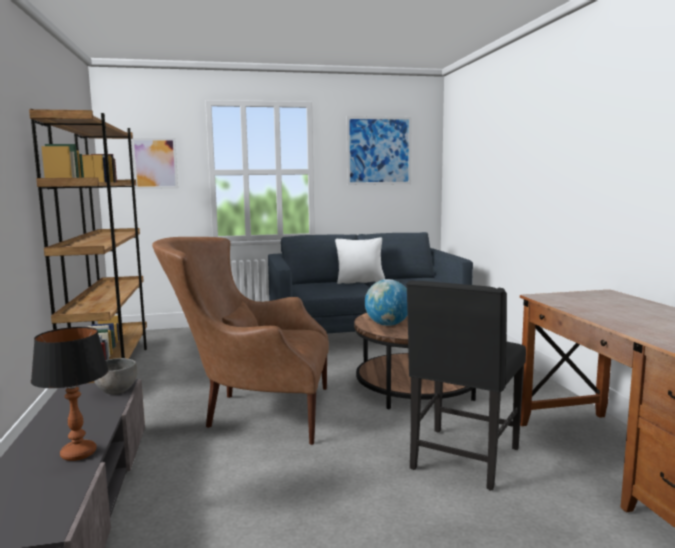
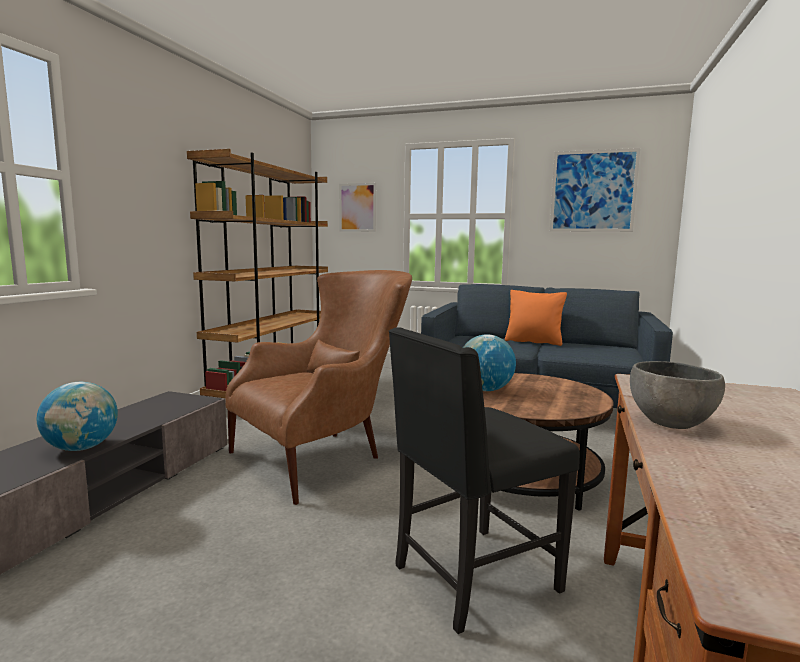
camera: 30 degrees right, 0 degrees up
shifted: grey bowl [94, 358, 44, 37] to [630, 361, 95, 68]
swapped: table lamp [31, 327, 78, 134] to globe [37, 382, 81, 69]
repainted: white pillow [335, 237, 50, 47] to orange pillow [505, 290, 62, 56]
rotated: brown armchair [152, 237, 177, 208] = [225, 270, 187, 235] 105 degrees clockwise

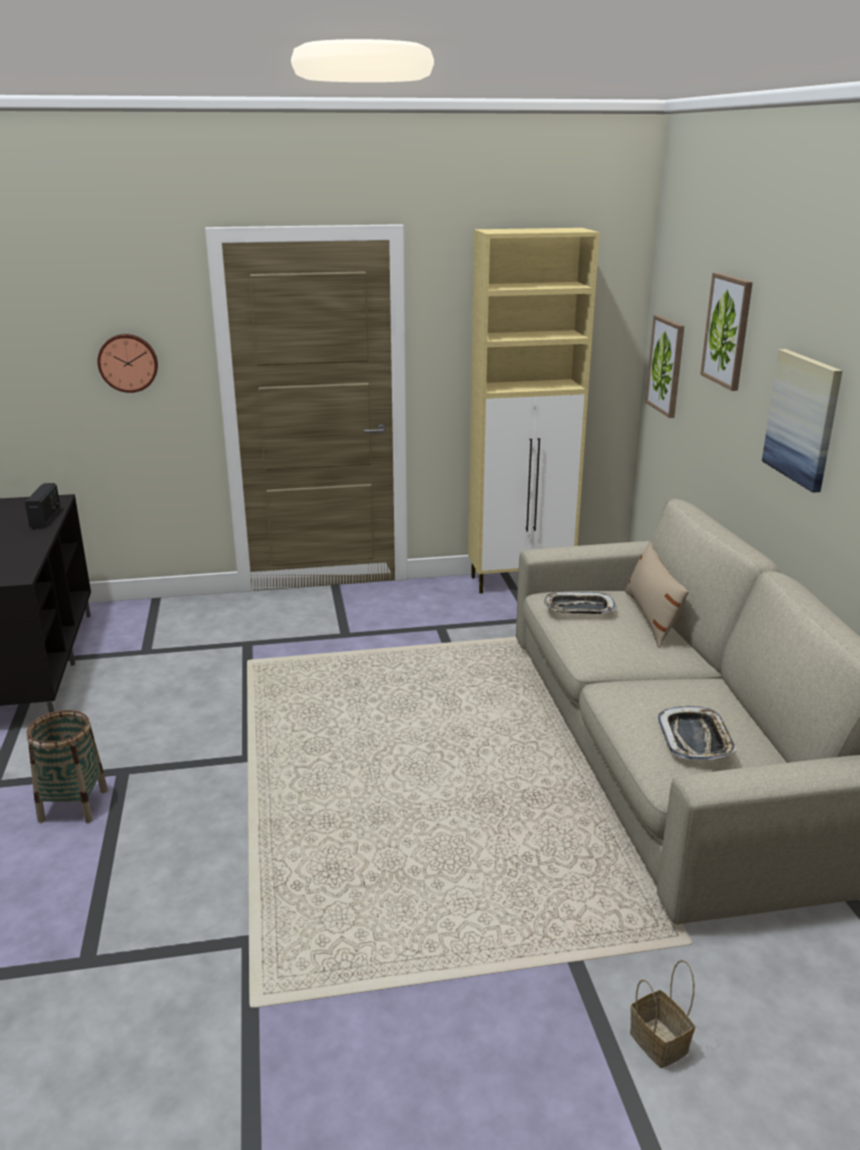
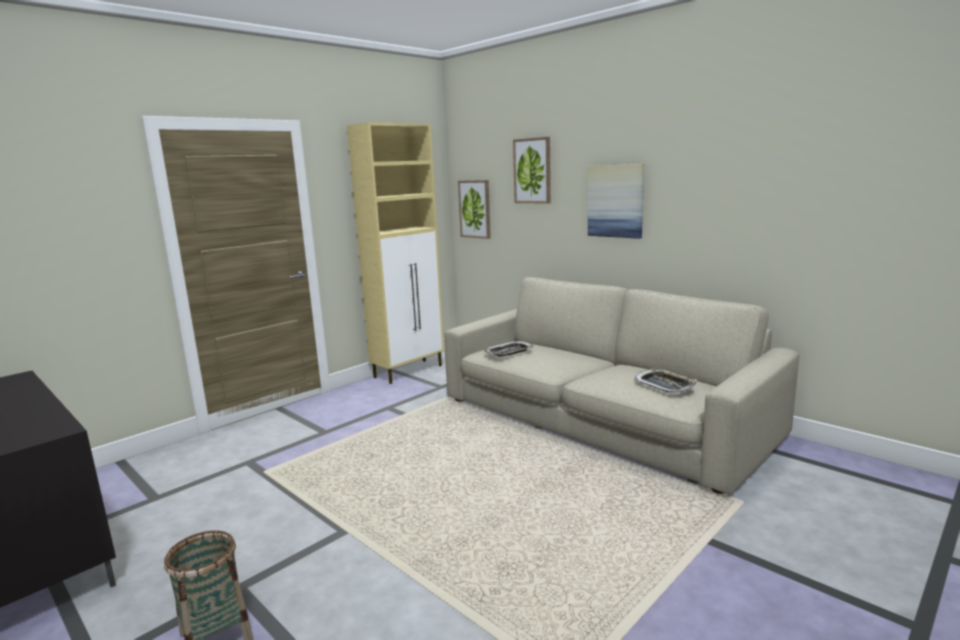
camera: 35 degrees left, 10 degrees down
gone: wall clock [97, 334, 61, 59]; radio [25, 483, 36, 46]; beige pillow [625, 542, 64, 106]; basket [630, 960, 65, 108]

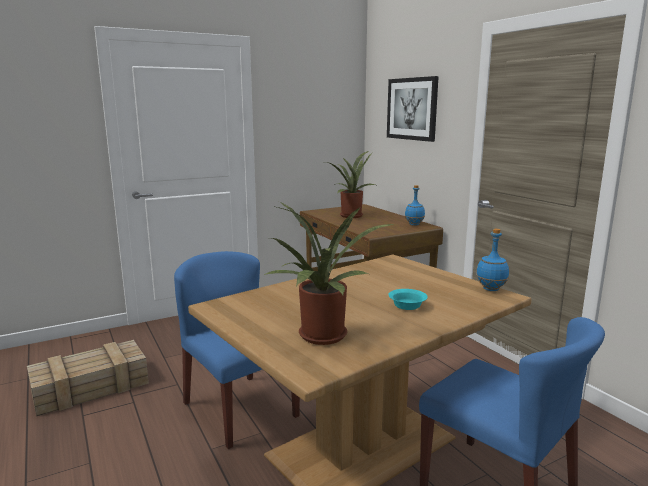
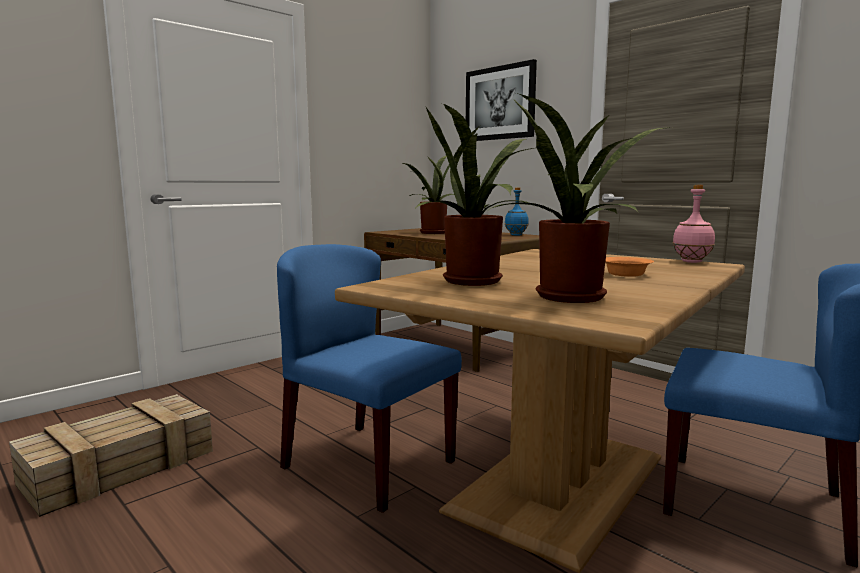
camera: 15 degrees left, 5 degrees down
new: potted plant [416, 104, 118, 182]
repainted: blue bottle [476, 229, 33, 62] to pink bottle [673, 185, 42, 78]; turquoise bowl [388, 289, 40, 21] to orange bowl [605, 257, 49, 20]

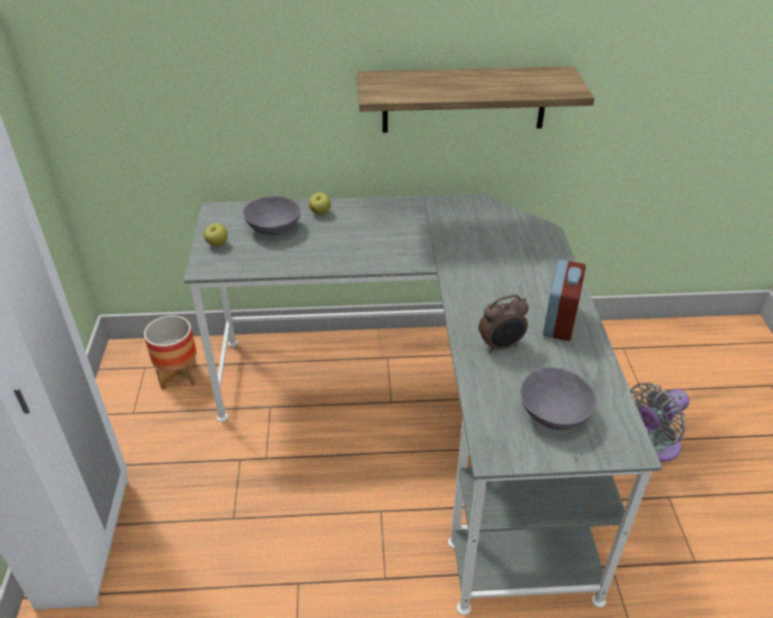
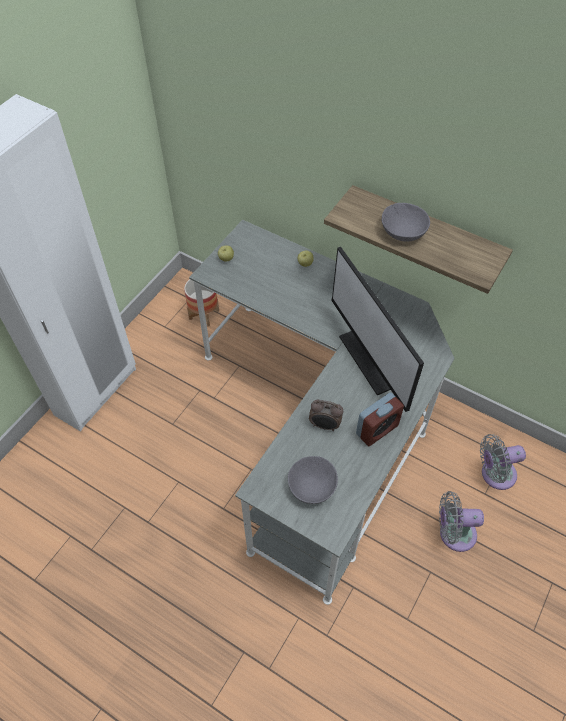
camera: 35 degrees right, 15 degrees up
new: monitor [331, 247, 93, 165]; grey fan [480, 434, 46, 56]
shifted: grey bowl [243, 196, 58, 39] to [382, 203, 48, 38]

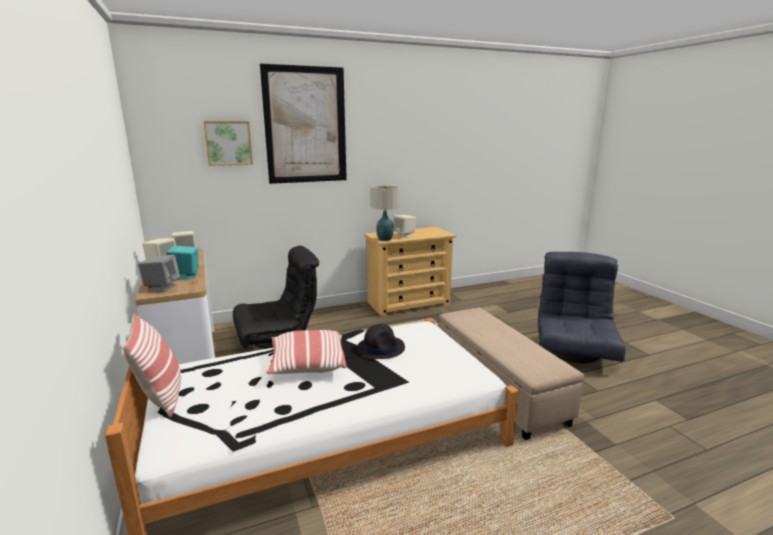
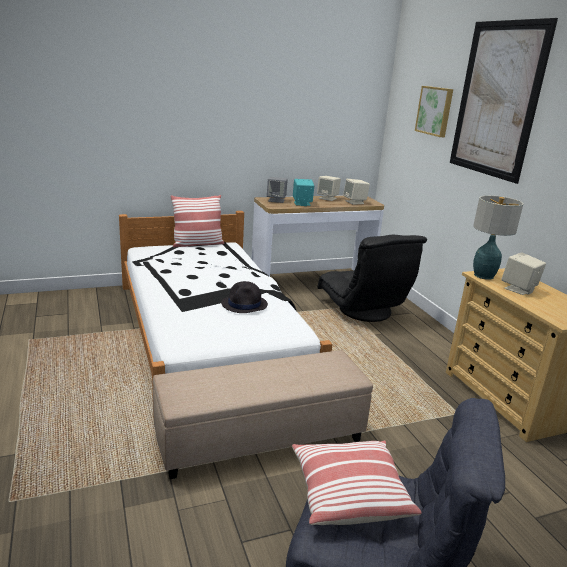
camera: 90 degrees right, 5 degrees up
shifted: pillow [266, 330, 81, 44] to [292, 440, 130, 85]

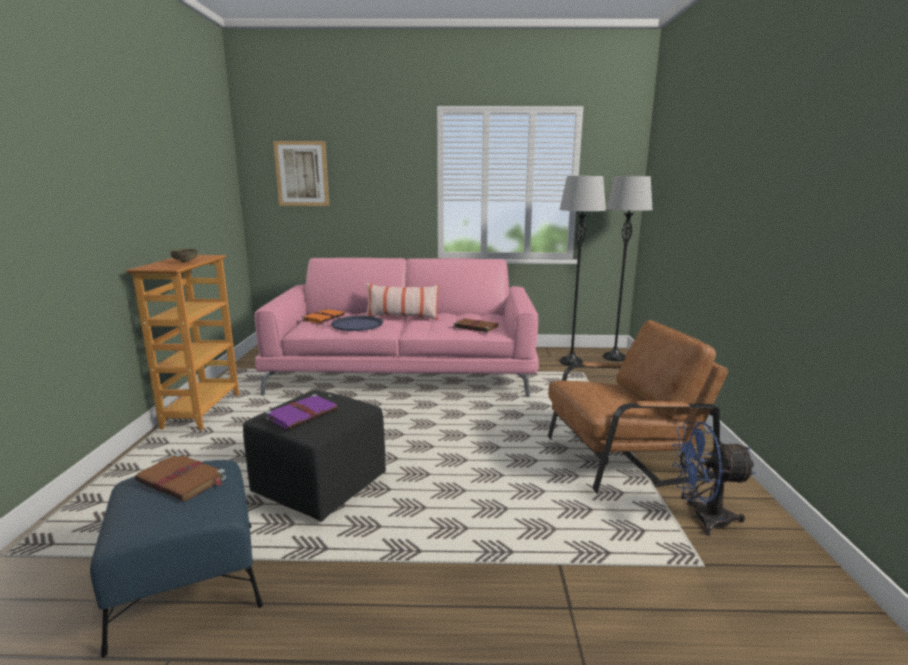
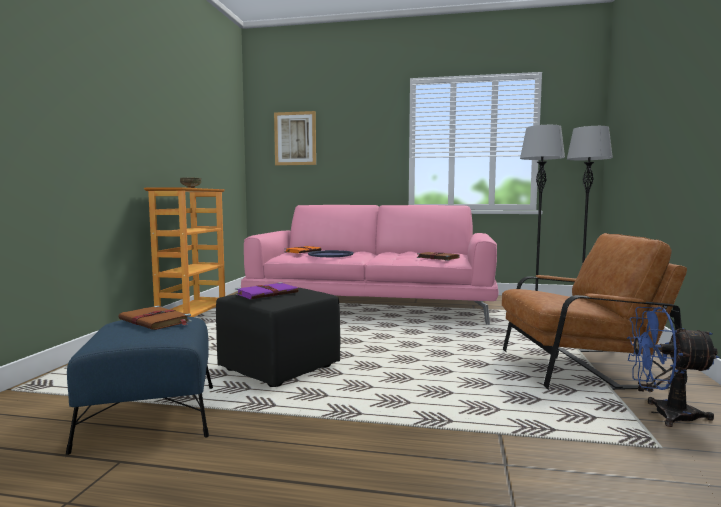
camera: 10 degrees right, 10 degrees down
gone: pillow [366, 283, 73, 37]

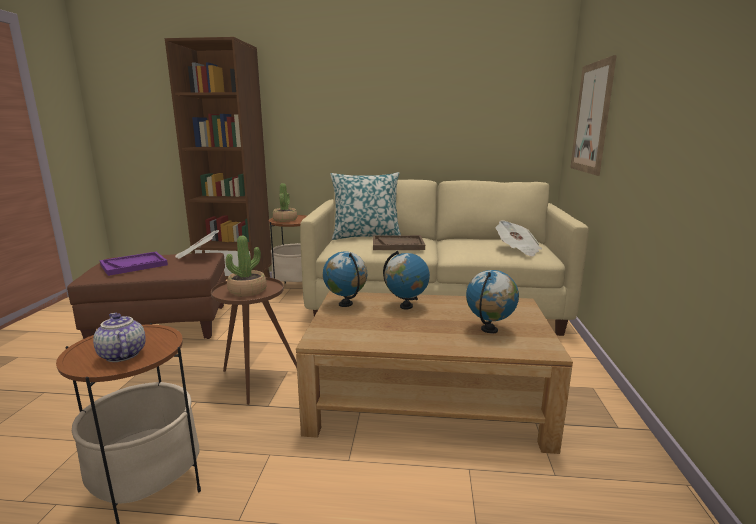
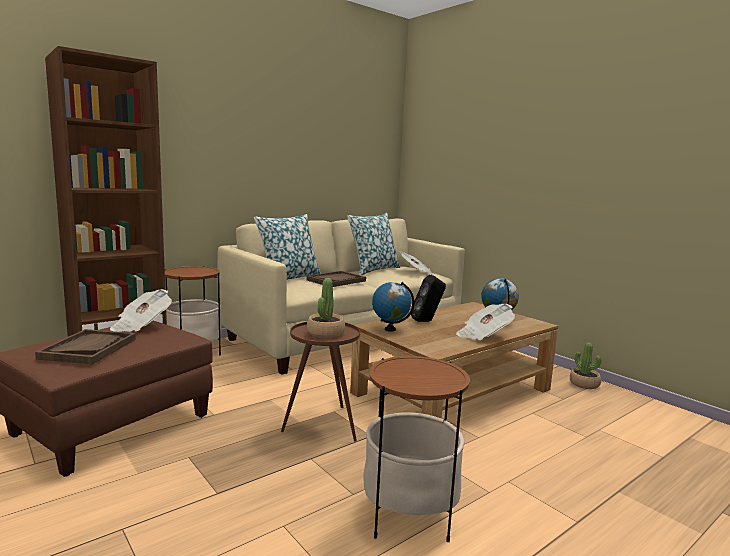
camera: 45 degrees left, 5 degrees down
gone: picture [570, 55, 47, 121]; teapot [93, 313, 53, 49]
new: pillow [347, 213, 53, 62]; newspaper [456, 304, 59, 36]
shifted: potted plant [273, 183, 24, 39] to [570, 343, 31, 46]
swapped: globe [383, 251, 47, 58] to black speaker [411, 275, 35, 47]
repainted: purple tray [100, 252, 68, 24] to brown tray [35, 329, 101, 35]

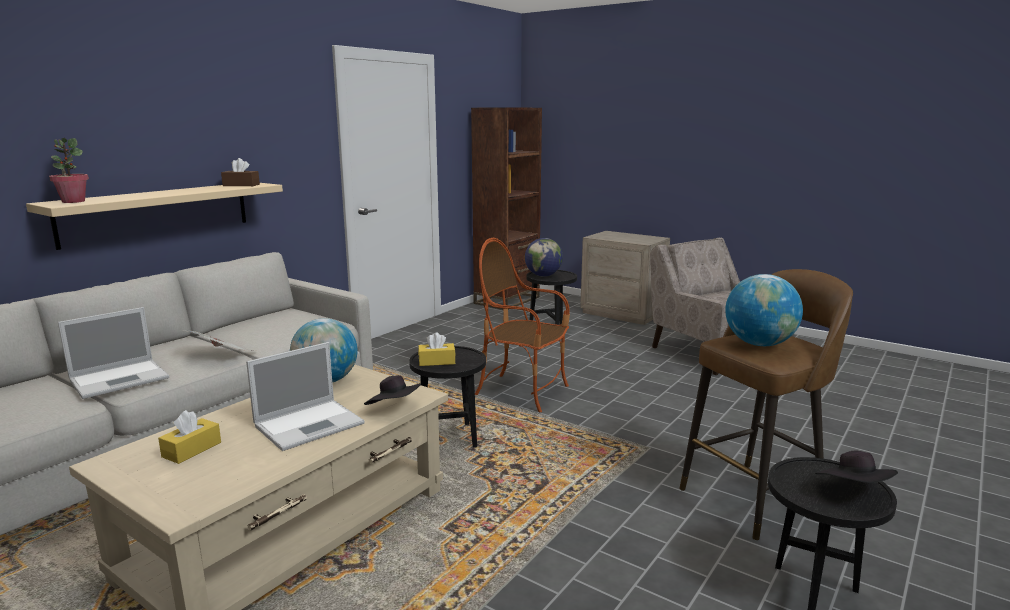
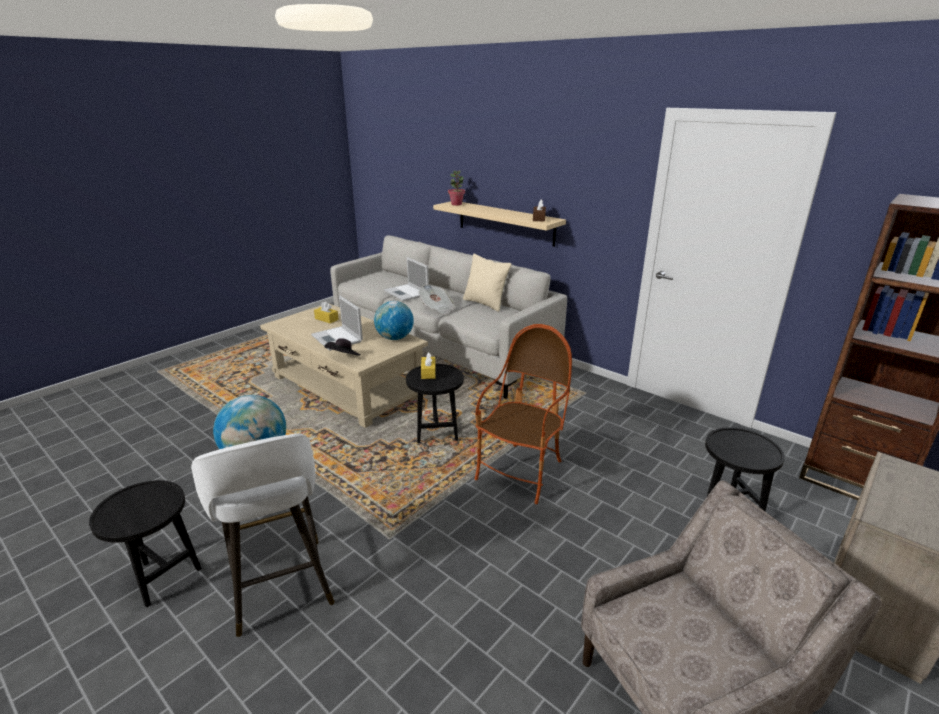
camera: 95 degrees right, 10 degrees up
gone: globe [525, 238, 38, 39]; black hat [815, 451, 83, 32]
new: beige pillow [463, 254, 48, 57]
repainted: brown stool [679, 269, 174, 272] to white stool [191, 434, 144, 203]

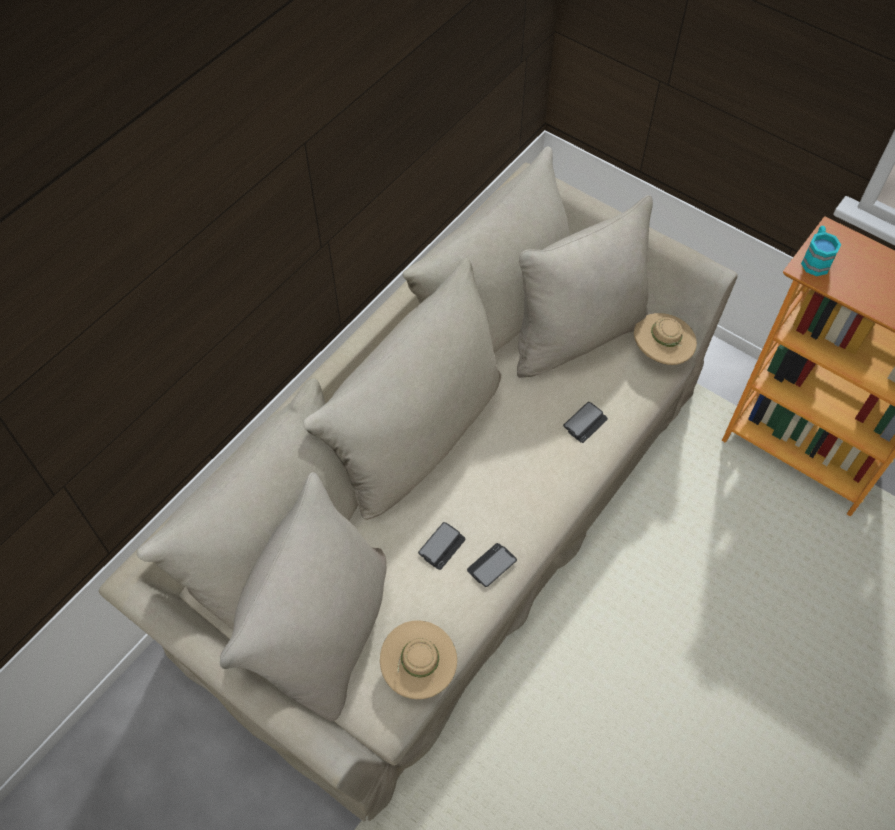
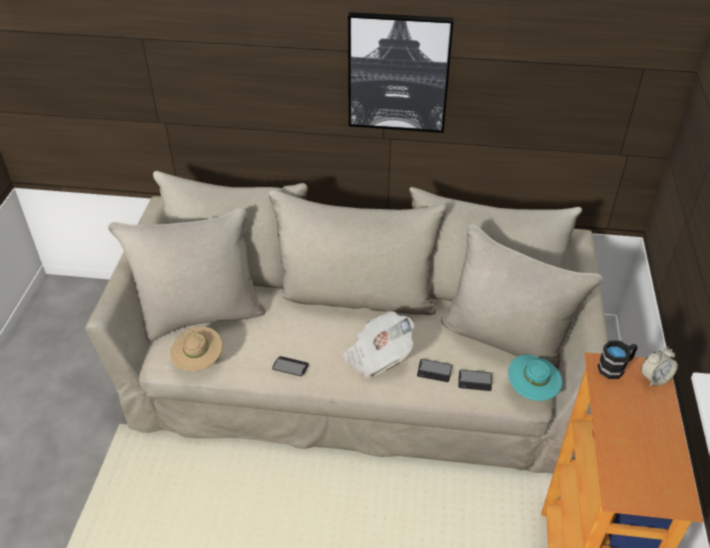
camera: 60 degrees right, 15 degrees down
new: picture [348, 12, 106, 121]; newspaper [343, 311, 72, 67]; alarm clock [641, 347, 37, 39]
shifted: phone [418, 522, 48, 48] to [458, 370, 34, 21]
repainted: turquoise mug [801, 226, 40, 50] to black mug [597, 340, 41, 39]; beige hat [634, 313, 63, 52] to turquoise hat [508, 354, 54, 47]

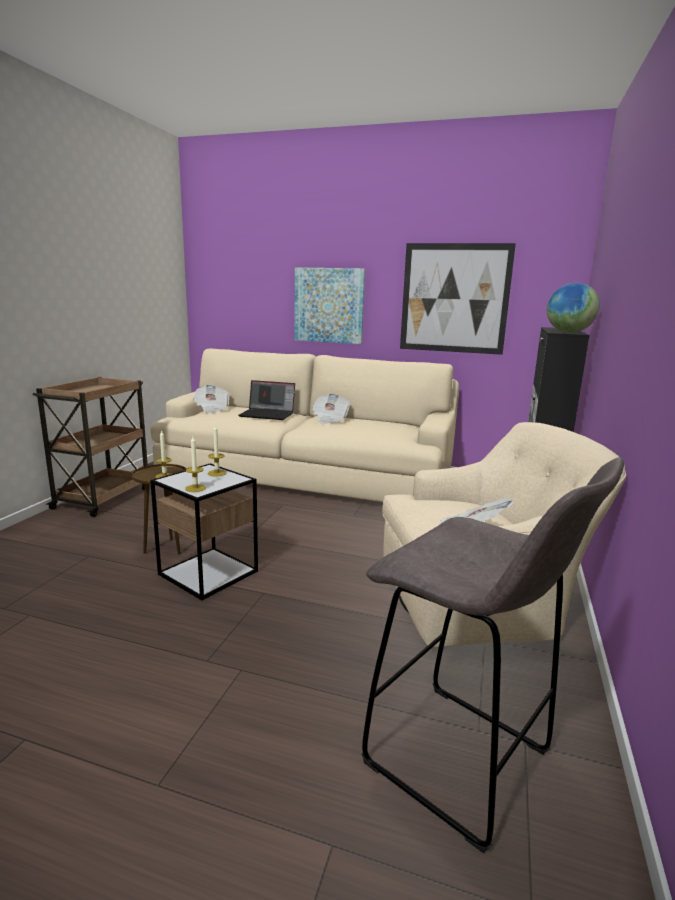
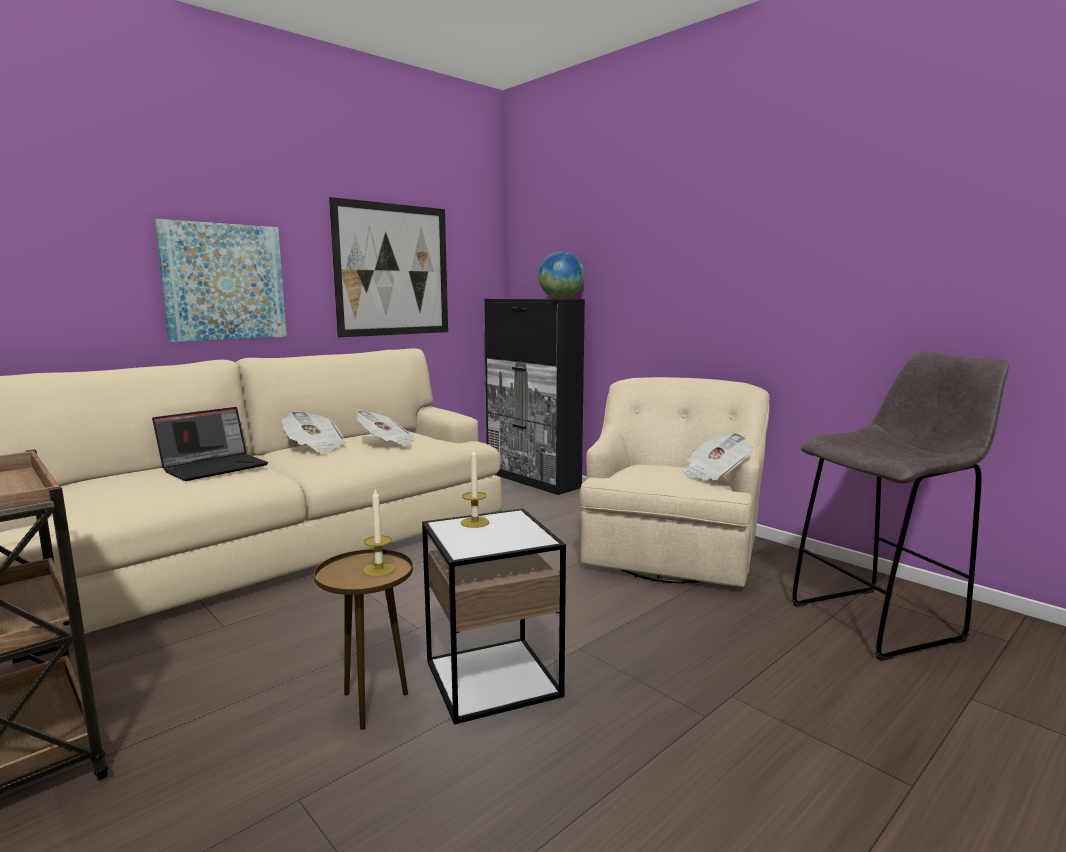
camera: 60 degrees left, 5 degrees down
gone: candle [185, 437, 21, 55]
shifted: newspaper [193, 385, 37, 28] to [356, 410, 58, 37]

